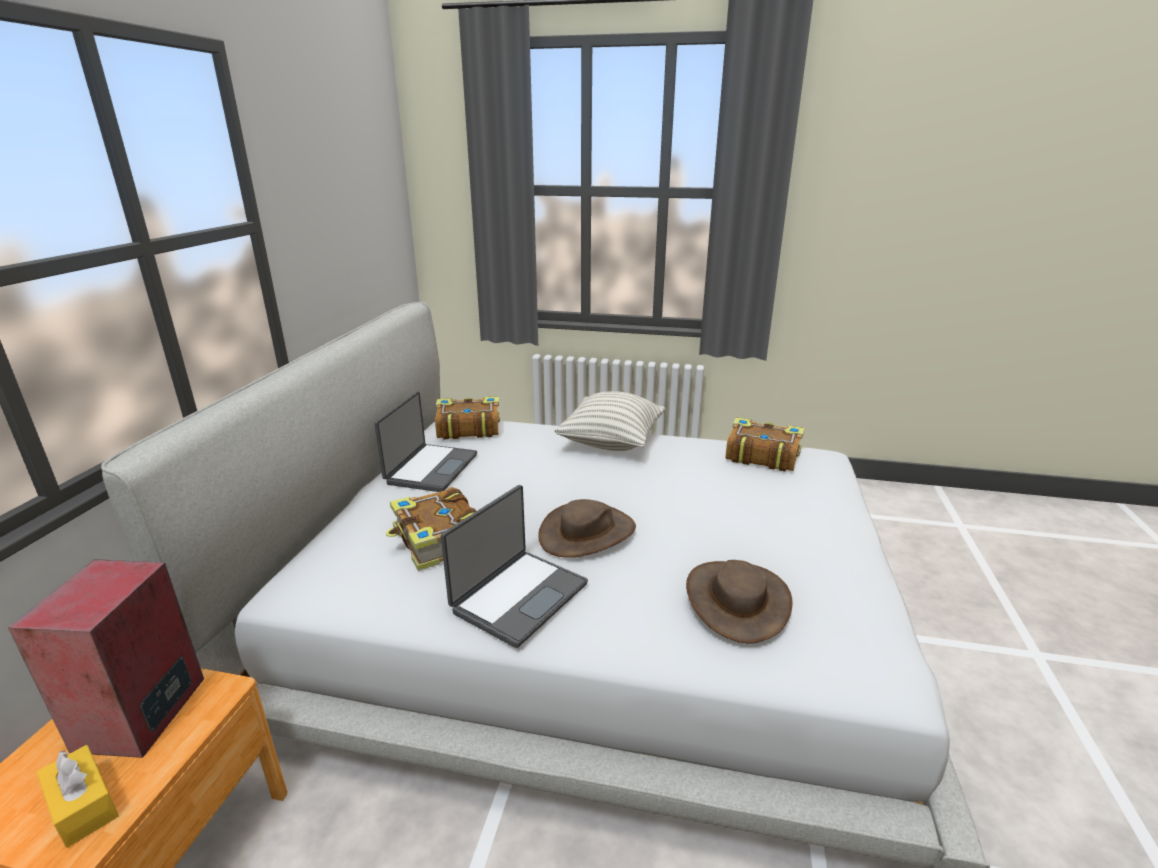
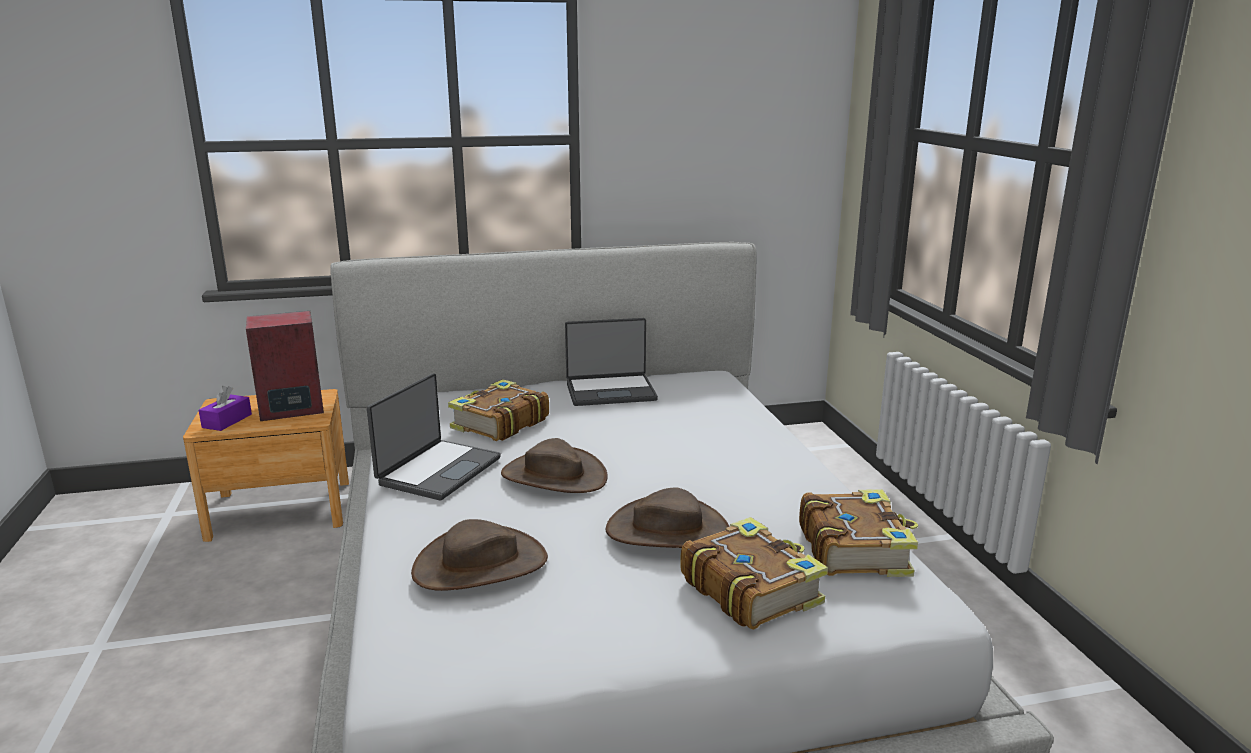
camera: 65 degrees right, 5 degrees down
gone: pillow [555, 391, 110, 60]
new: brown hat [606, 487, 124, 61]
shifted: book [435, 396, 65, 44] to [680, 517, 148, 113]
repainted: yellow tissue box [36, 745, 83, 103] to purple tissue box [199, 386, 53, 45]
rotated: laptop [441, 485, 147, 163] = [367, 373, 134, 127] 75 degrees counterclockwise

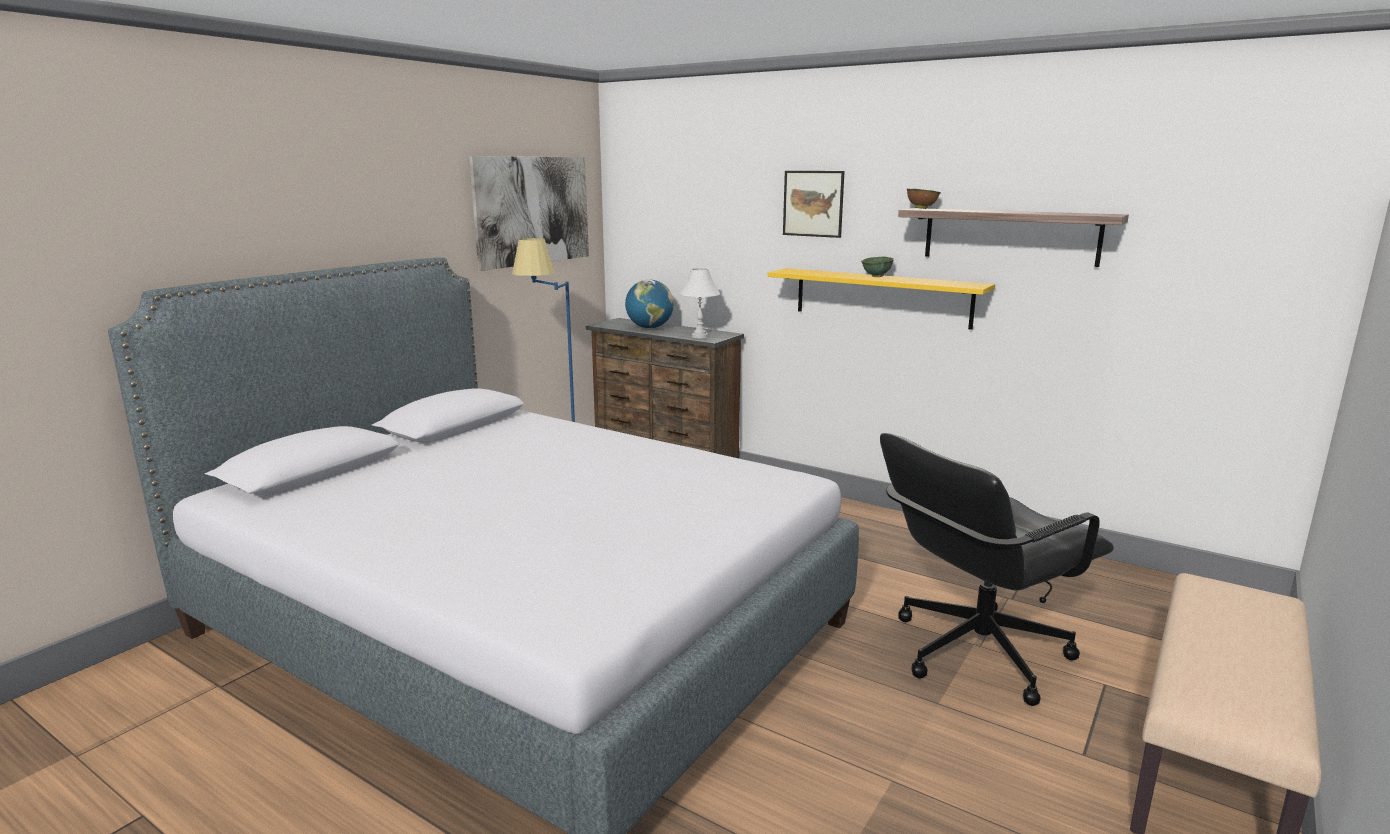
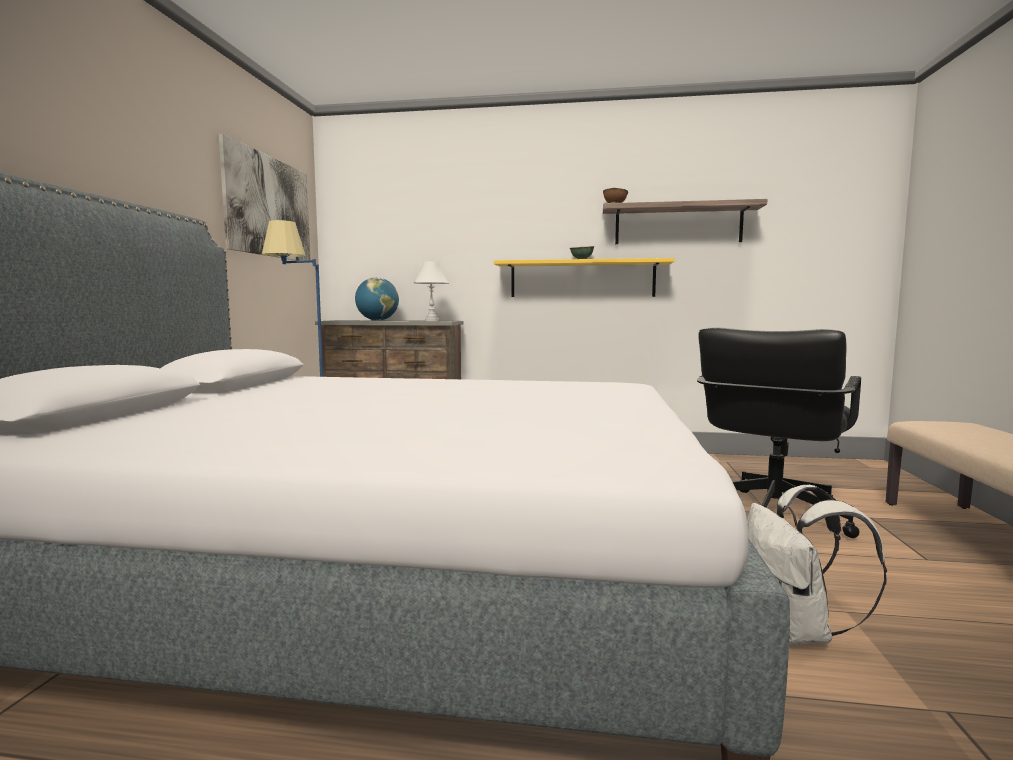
camera: 25 degrees left, 10 degrees down
gone: picture [783, 171, 62, 67]
new: white backpack [747, 485, 140, 160]

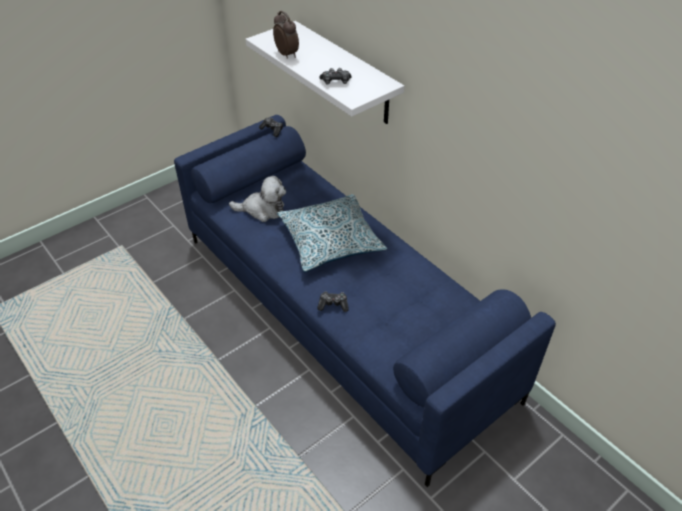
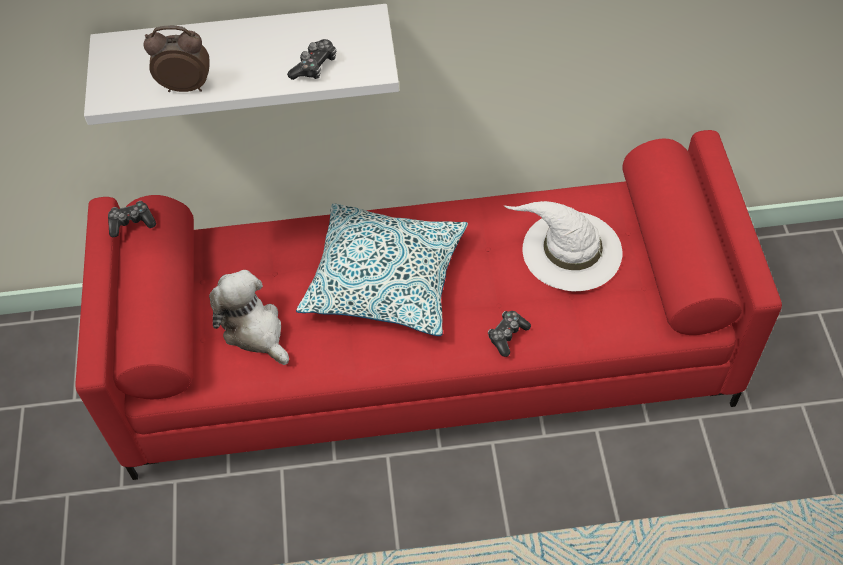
camera: 55 degrees left, 10 degrees up
new: white hat [503, 201, 119, 90]
repainted: blue sofa [174, 115, 382, 372] to red sofa [75, 130, 707, 350]
rotated: plush toy [229, 176, 57, 46] = [209, 270, 80, 95] 75 degrees counterclockwise

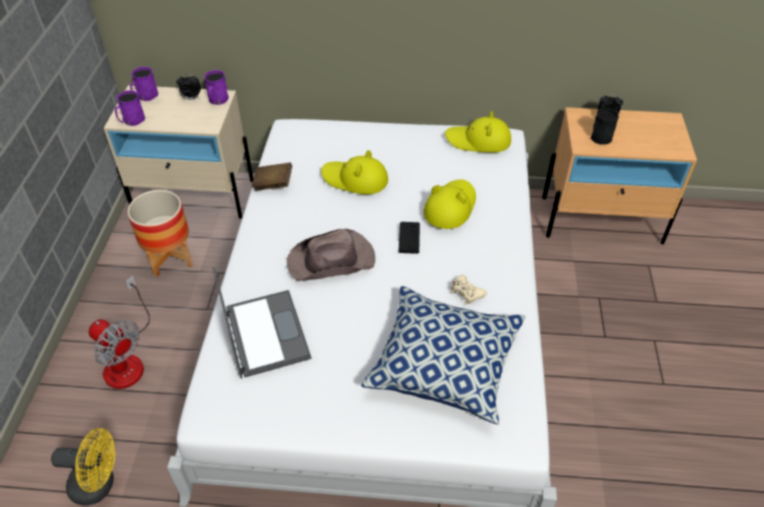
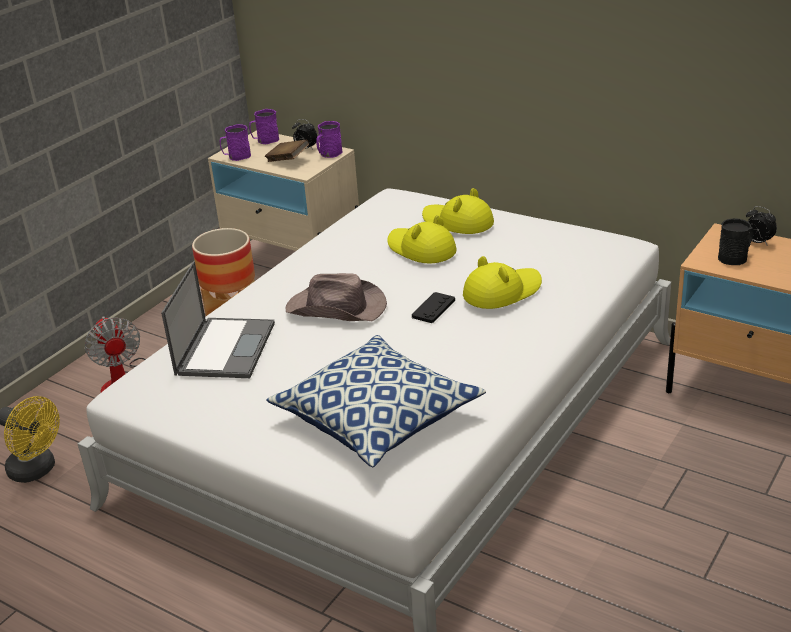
camera: 30 degrees right, 15 degrees down
gone: beige game controller [451, 275, 36, 29]
shifted: yellow hat [445, 111, 66, 42] to [422, 188, 72, 46]; brown book [252, 163, 40, 28] to [265, 140, 44, 22]

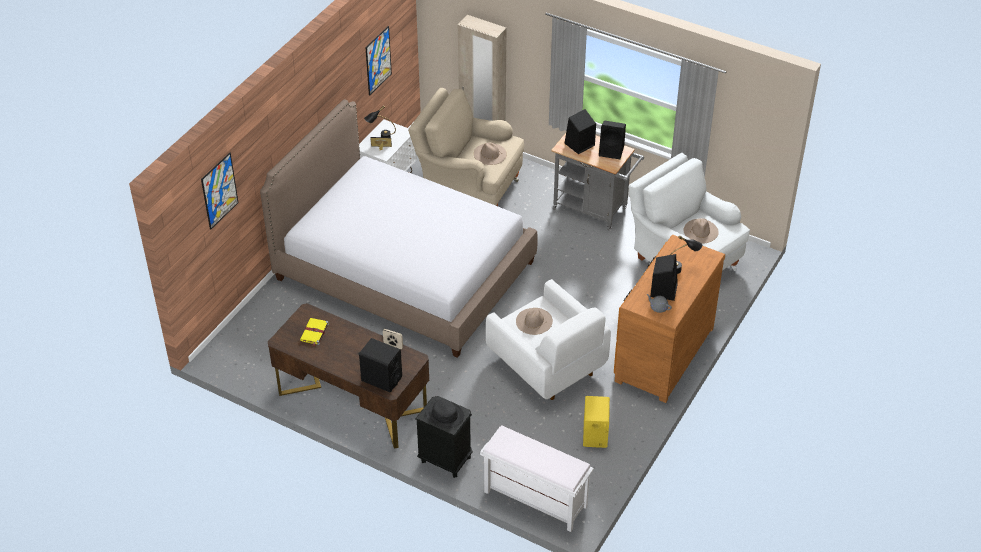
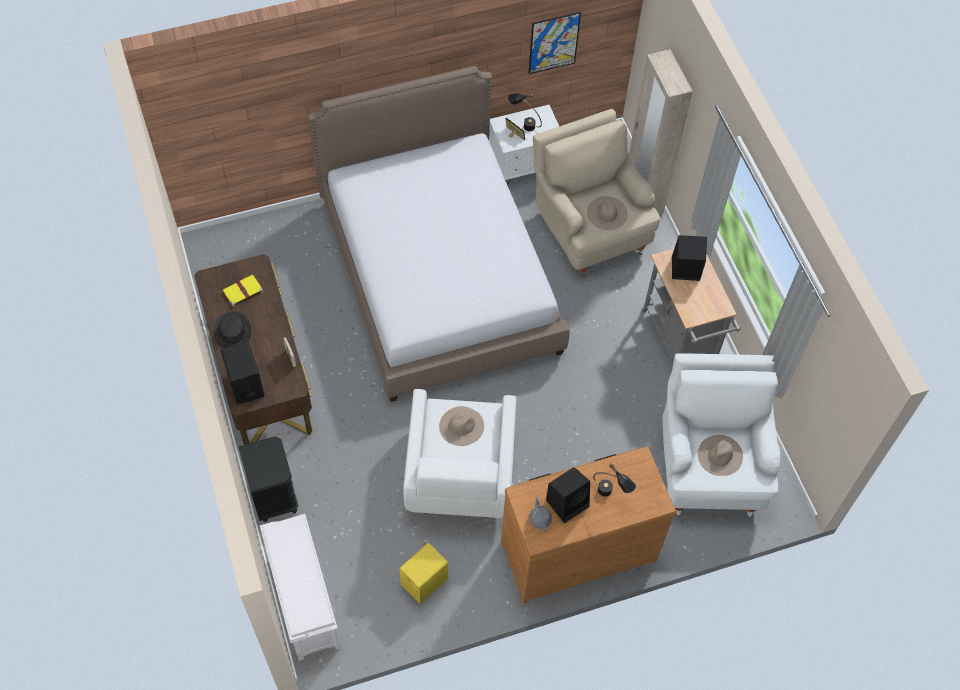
camera: 40 degrees right, 15 degrees up
gone: black speaker [599, 121, 27, 38]; picture [201, 153, 38, 77]
shifted: black hat [425, 400, 39, 28] to [214, 312, 37, 36]

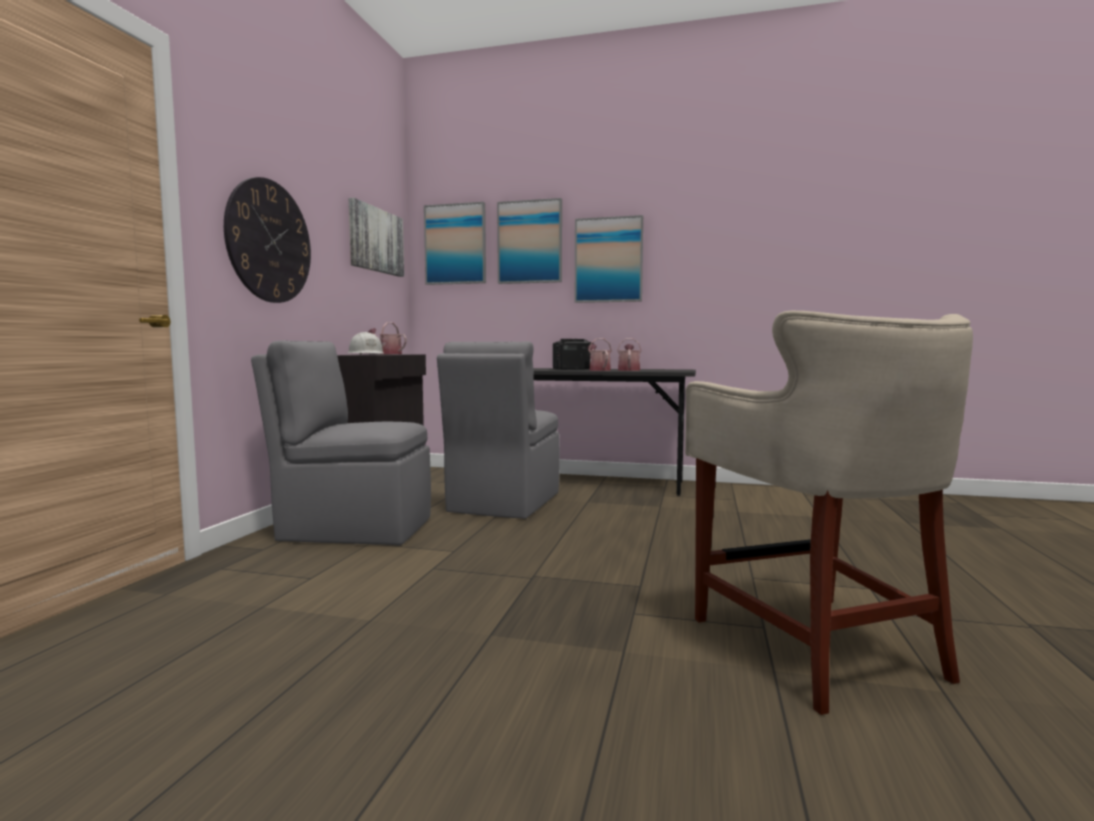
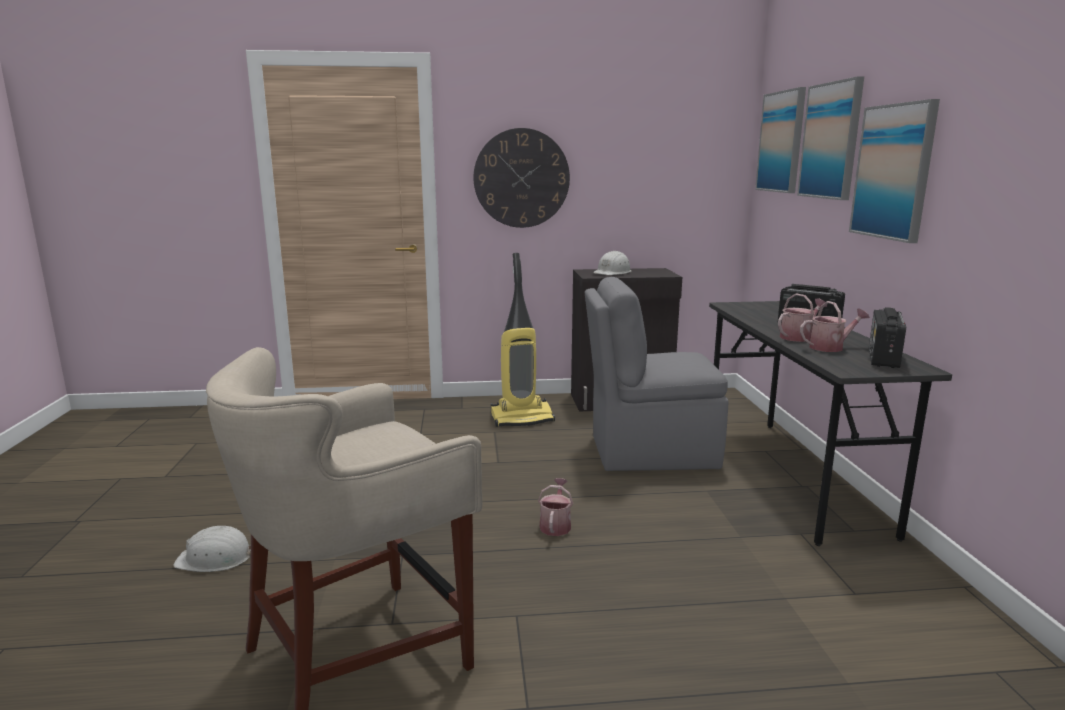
camera: 70 degrees right, 10 degrees up
gone: picture [349, 198, 55, 79]
new: radio [869, 307, 37, 61]; white hard hat [173, 525, 78, 47]
shifted: watering can [368, 322, 39, 32] to [538, 478, 35, 58]
swapped: grey chair [251, 340, 180, 205] to vacuum cleaner [491, 253, 64, 174]

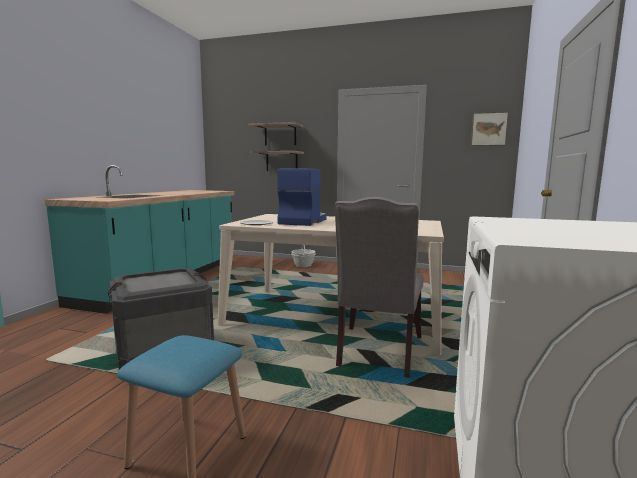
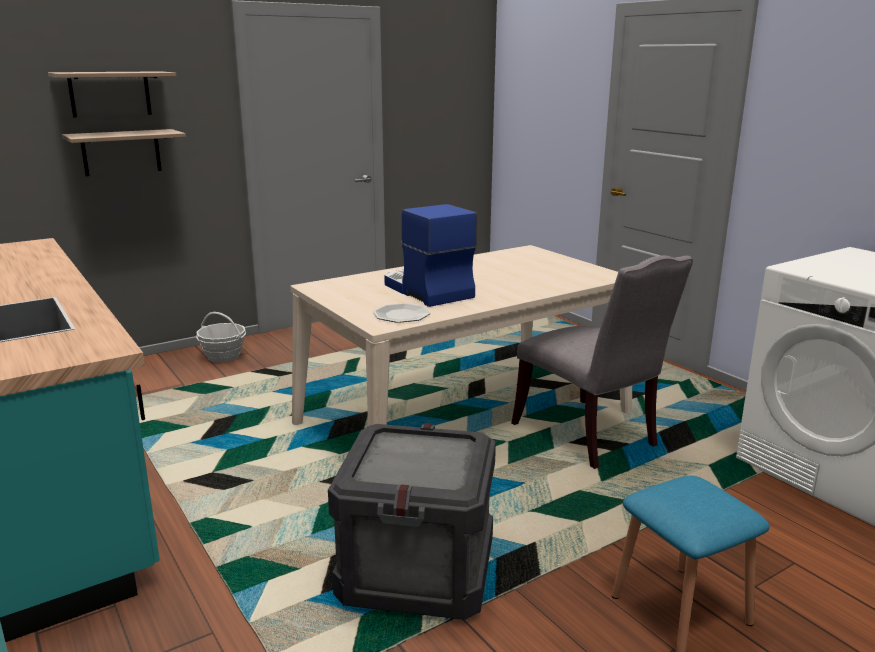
camera: 50 degrees left, 10 degrees up
gone: picture [471, 112, 38, 34]

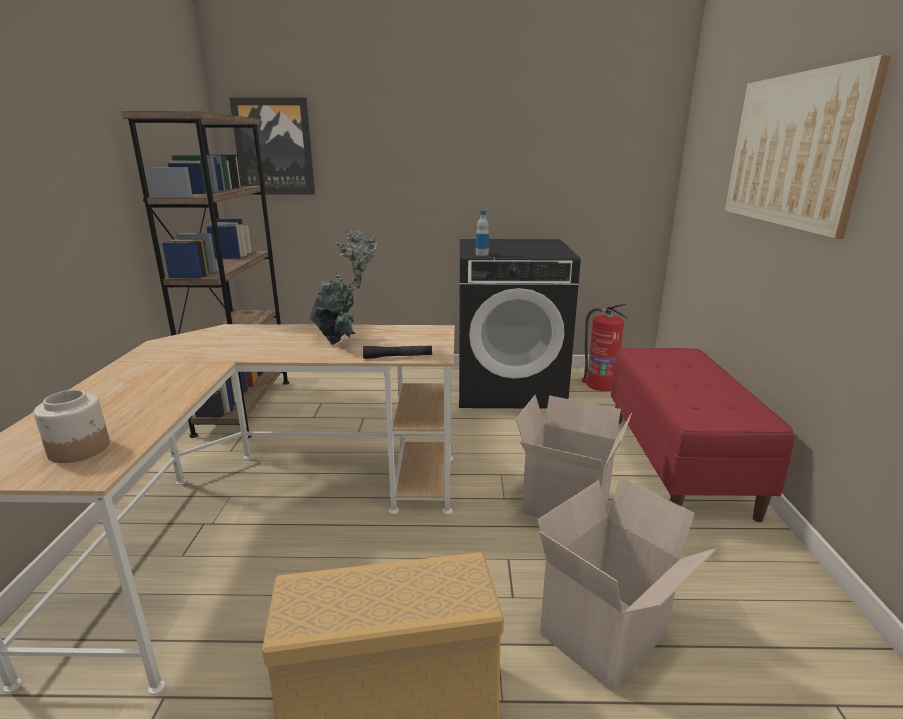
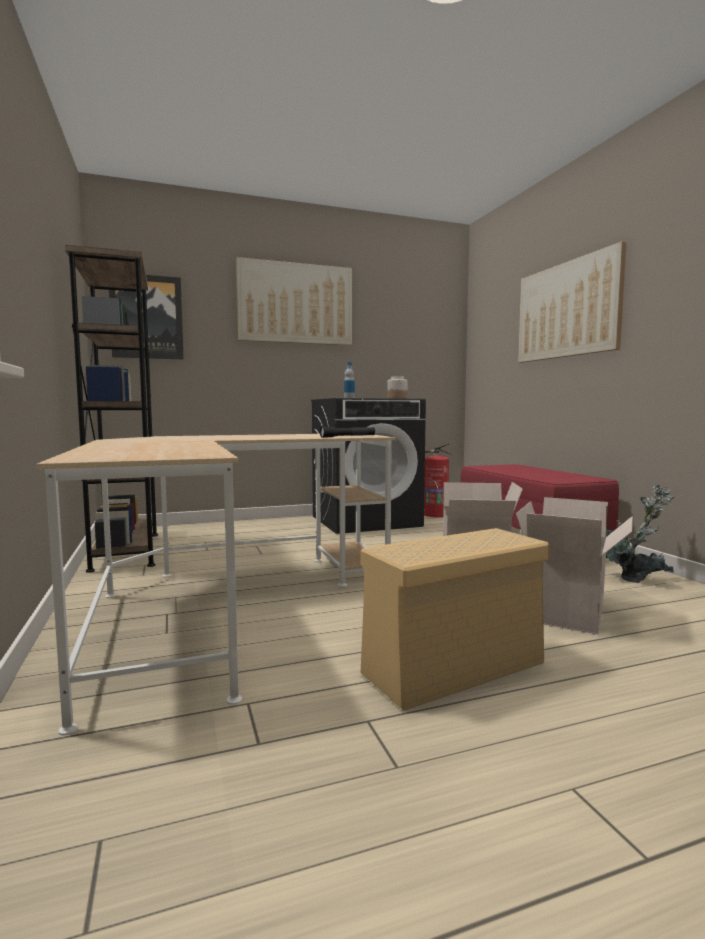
camera: 20 degrees left, 15 degrees down
new: picture [236, 257, 116, 88]
shifted: potted plant [310, 229, 68, 116] to [606, 485, 68, 98]; jar [34, 390, 76, 73] to [387, 376, 21, 23]

